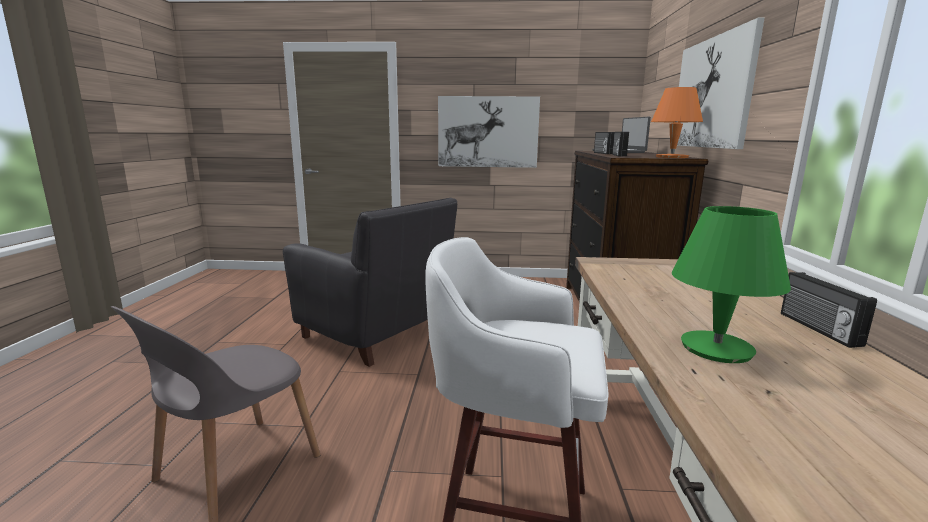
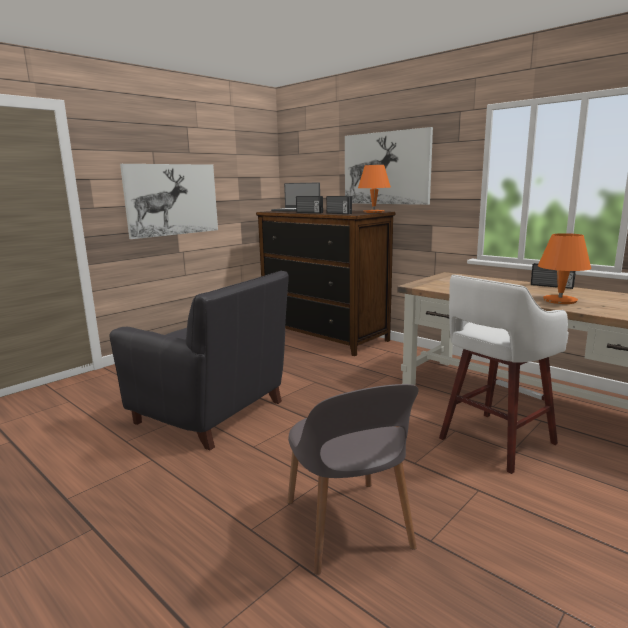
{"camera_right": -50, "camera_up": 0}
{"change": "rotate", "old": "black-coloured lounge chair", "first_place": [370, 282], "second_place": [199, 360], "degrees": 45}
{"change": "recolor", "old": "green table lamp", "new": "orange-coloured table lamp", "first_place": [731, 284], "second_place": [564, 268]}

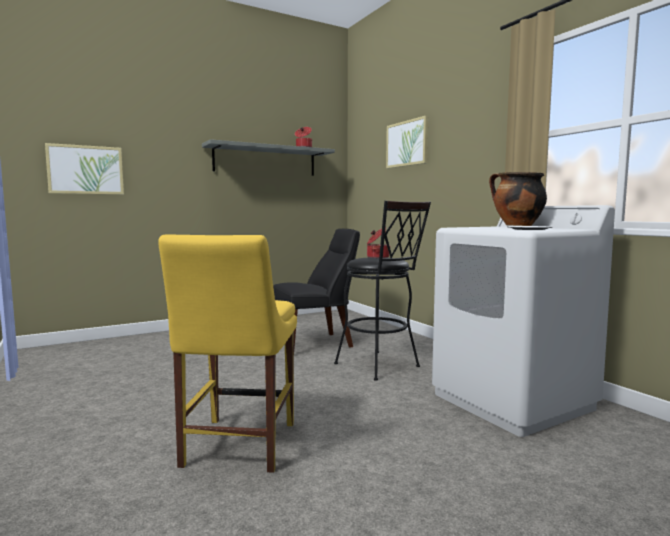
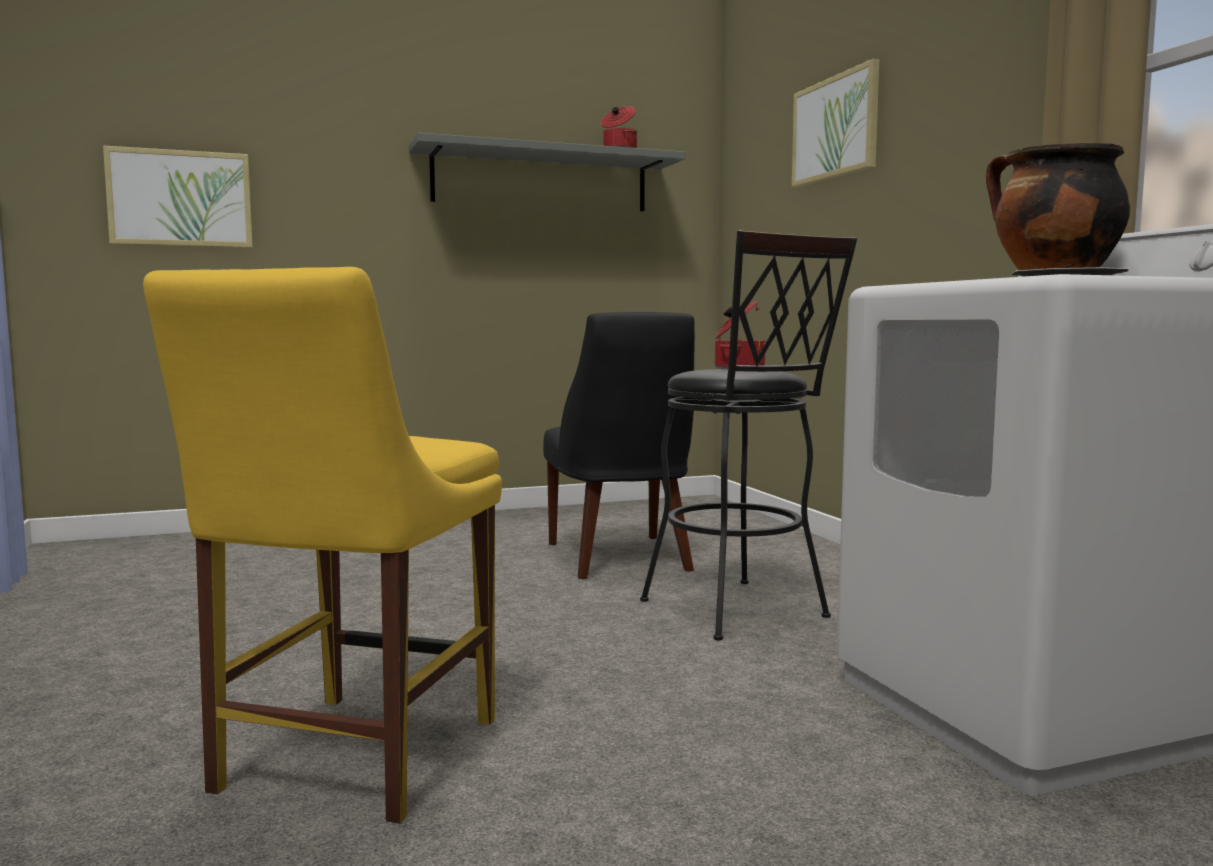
{"camera_right": 10, "camera_up": 0}
{"change": "rotate", "old": "black-coloured chair", "first_place": [316, 288], "second_place": [619, 445], "degrees": 90}

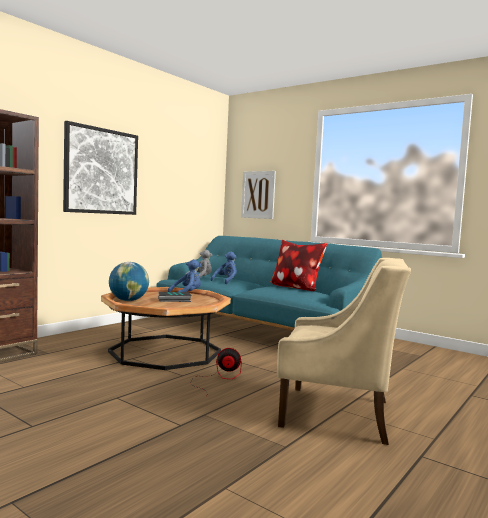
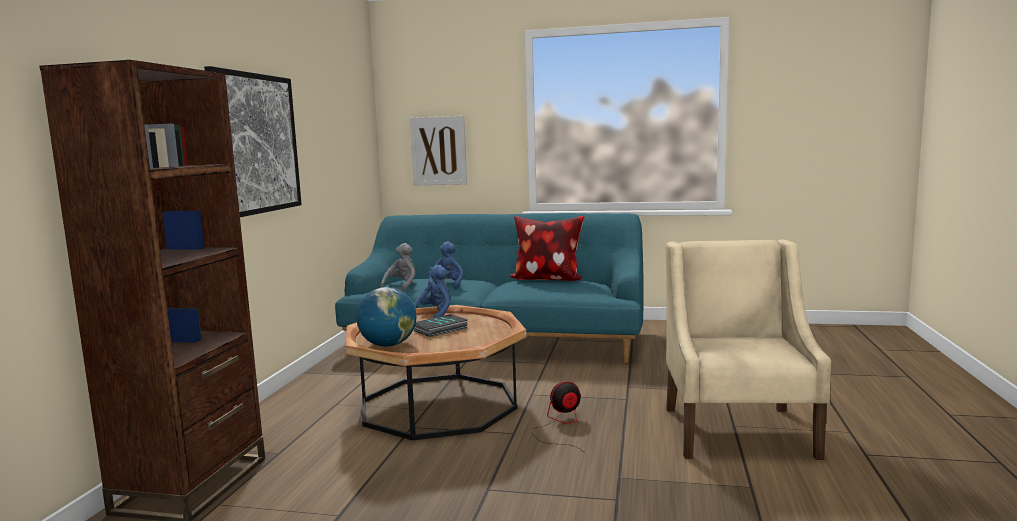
{"camera_right": -25, "camera_up": 5}
{"change": "rotate", "old": "beige-coloured lounge chair", "first_place": [344, 351], "second_place": [748, 349], "degrees": -75}

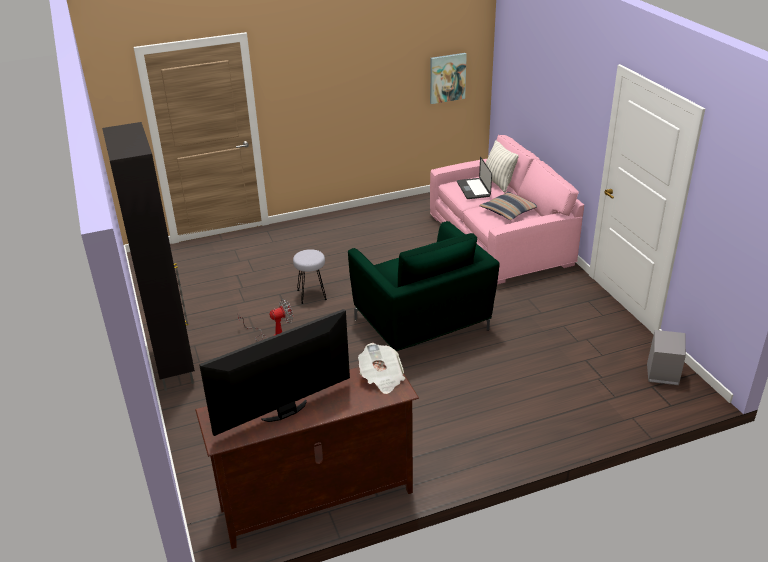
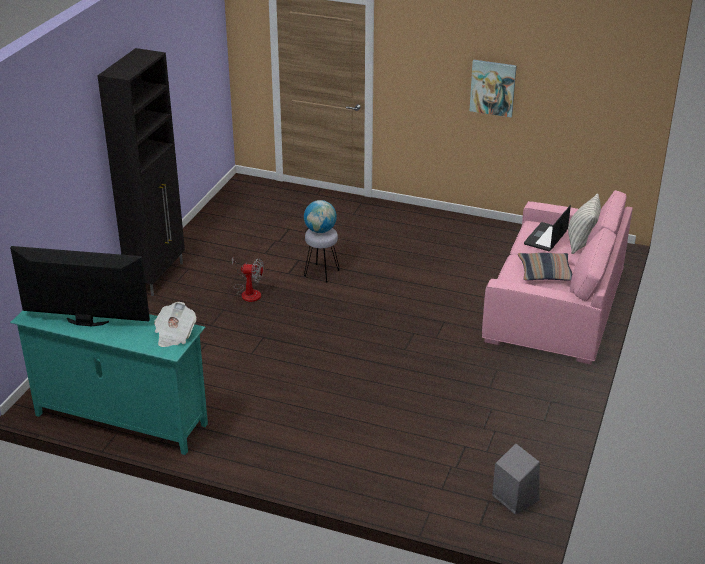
{"camera_right": 40, "camera_up": 0}
{"change": "recolor", "old": "brown tv stand", "new": "turquoise-coloured tv stand", "first_place": [307, 458], "second_place": [109, 383]}
{"change": "delete", "old": "green lounge chair", "first_place": [424, 286]}
{"change": "move", "old": "wall art", "first_place": [448, 78], "second_place": [493, 88]}
{"change": "insert", "new": "globe", "second_place": [320, 216]}

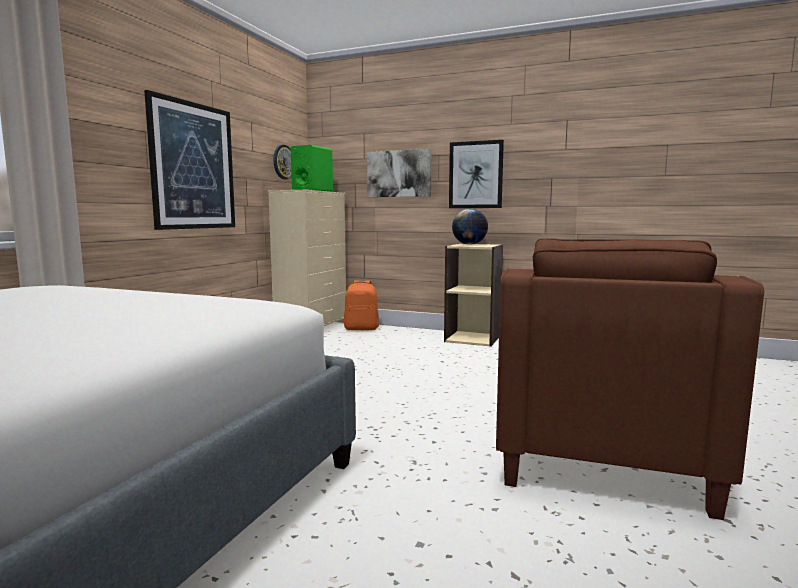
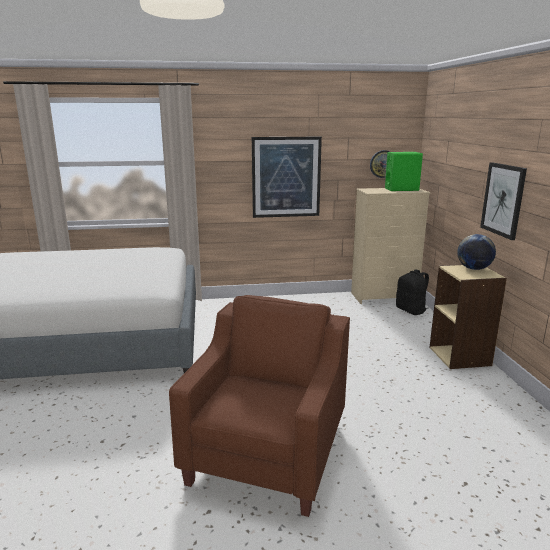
{"camera_right": 60, "camera_up": 10}
{"change": "recolor", "old": "orange-coloured rucksack", "new": "black-coloured rucksack", "first_place": [361, 305], "second_place": [412, 292]}
{"change": "delete", "old": "wall art", "first_place": [399, 173]}
{"change": "rotate", "old": "brown lounge chair", "first_place": [630, 379], "second_place": [259, 406], "degrees": 120}

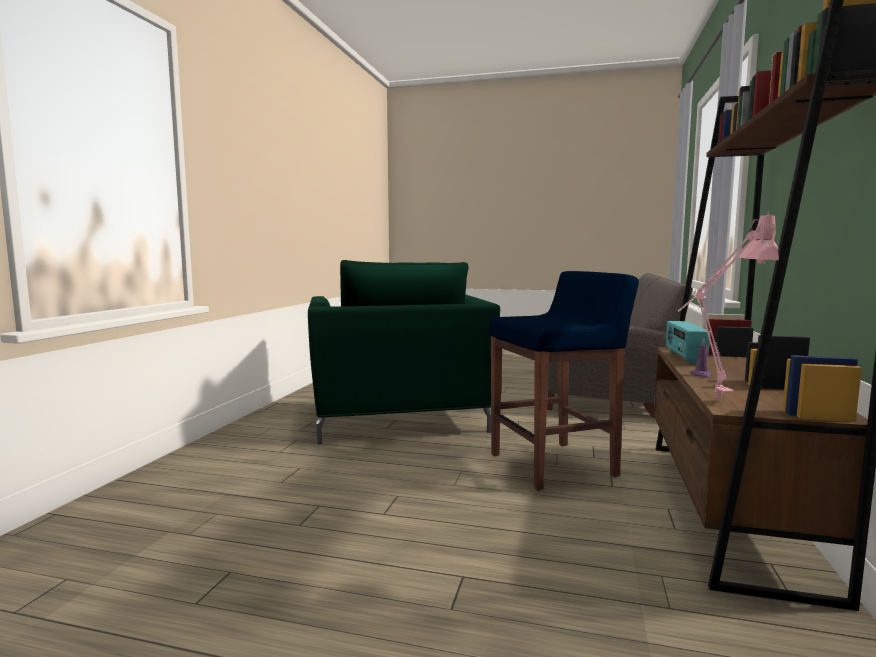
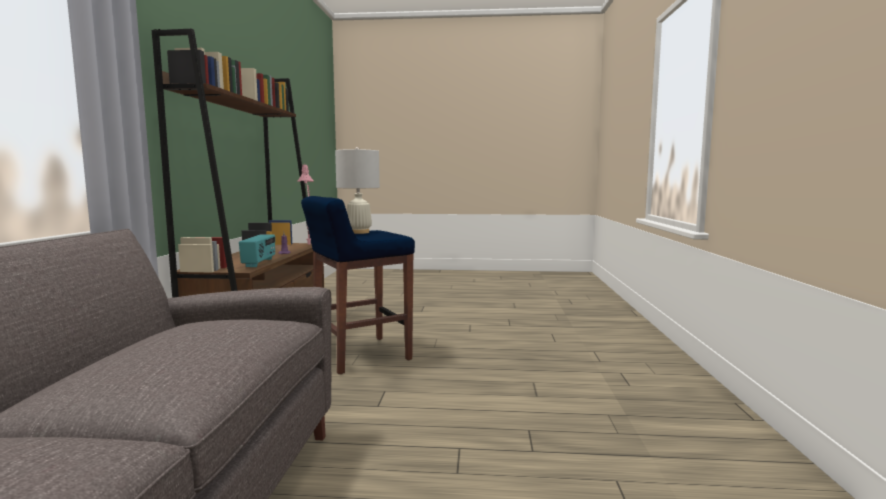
{"camera_right": 170, "camera_up": 0}
{"change": "delete", "old": "green lounge chair", "first_place": [404, 352]}
{"change": "insert", "new": "white-coloured table lamp", "second_place": [357, 190]}

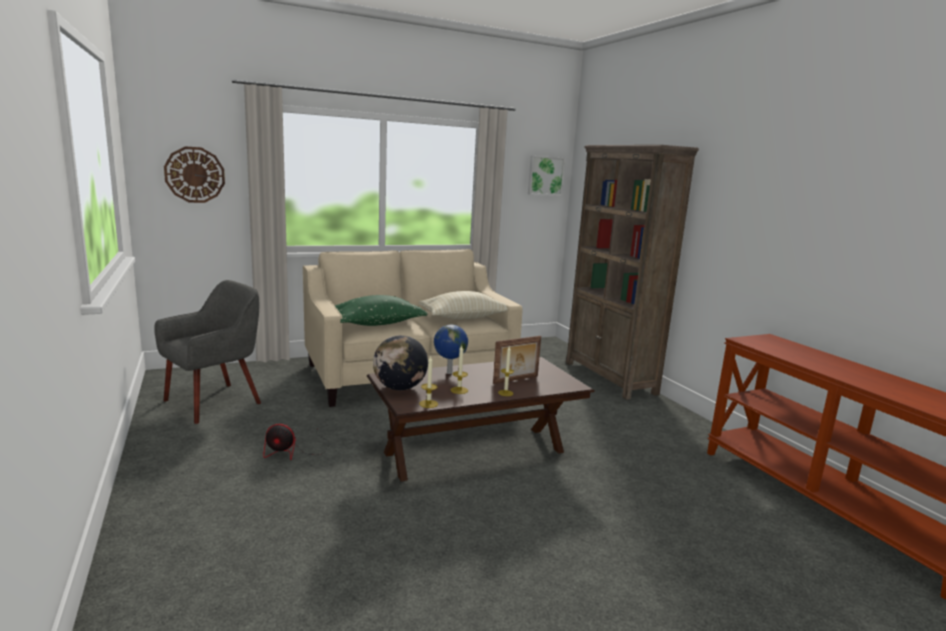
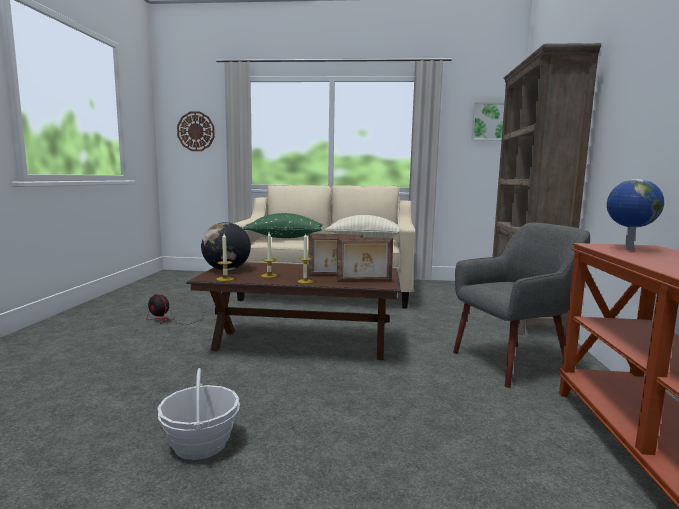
{"camera_right": 30, "camera_up": -5}
{"change": "move", "old": "gray lounge chair", "first_place": [207, 352], "second_place": [521, 305]}
{"change": "move", "old": "globe", "first_place": [451, 349], "second_place": [635, 214]}
{"change": "insert", "new": "basket", "second_place": [198, 414]}
{"change": "insert", "new": "photo frame", "second_place": [365, 259]}

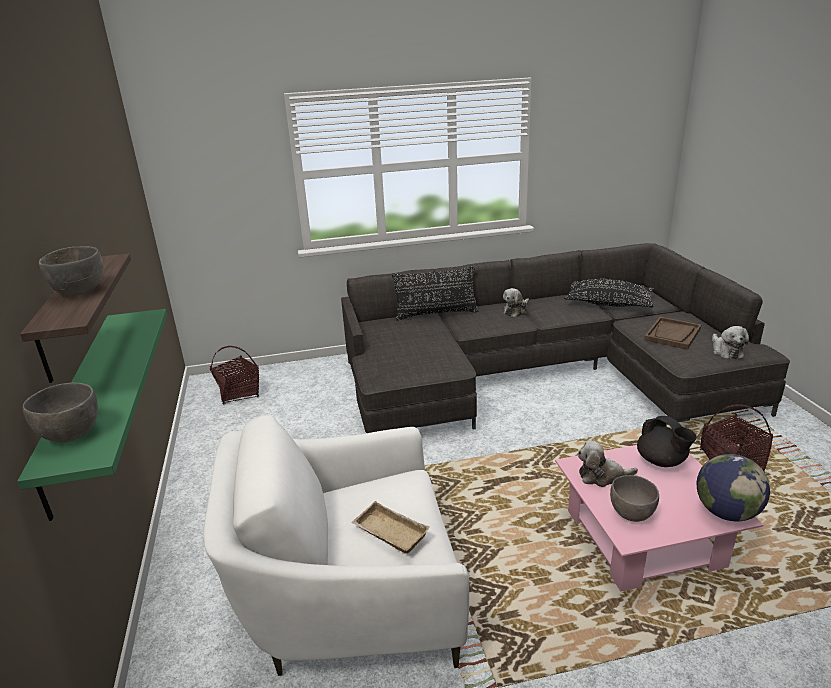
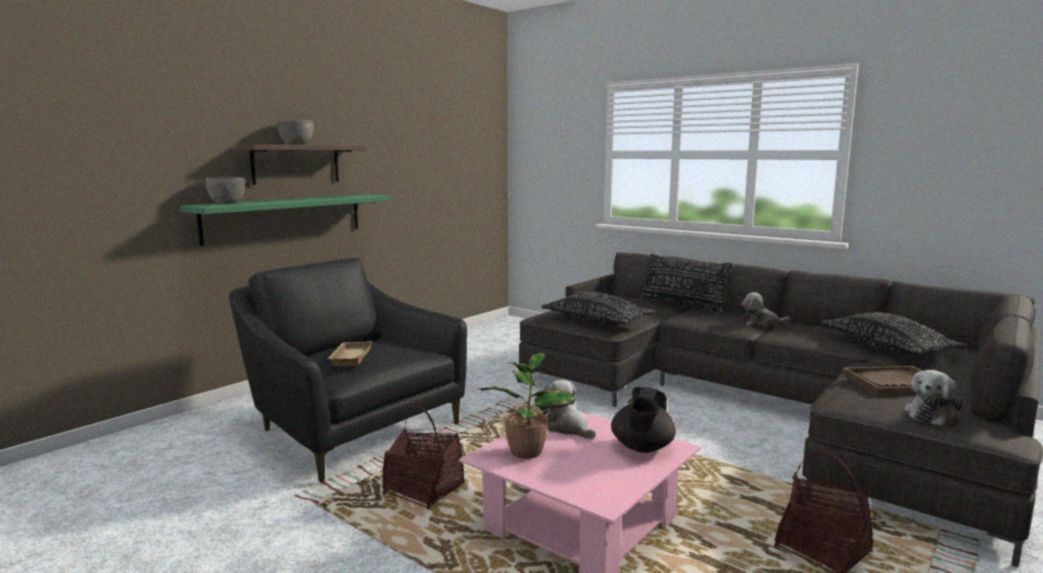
{"camera_right": 50, "camera_up": -15}
{"change": "recolor", "old": "white-coloured lounge chair", "new": "black-coloured lounge chair", "first_place": [336, 545], "second_place": [348, 370]}
{"change": "move", "old": "basket", "first_place": [234, 375], "second_place": [423, 457]}
{"change": "replace", "old": "gray bowl", "new": "potted plant", "first_place": [634, 498], "second_place": [527, 406]}
{"change": "delete", "old": "globe", "first_place": [733, 488]}
{"change": "insert", "new": "black-coloured throw pillow", "second_place": [598, 308]}

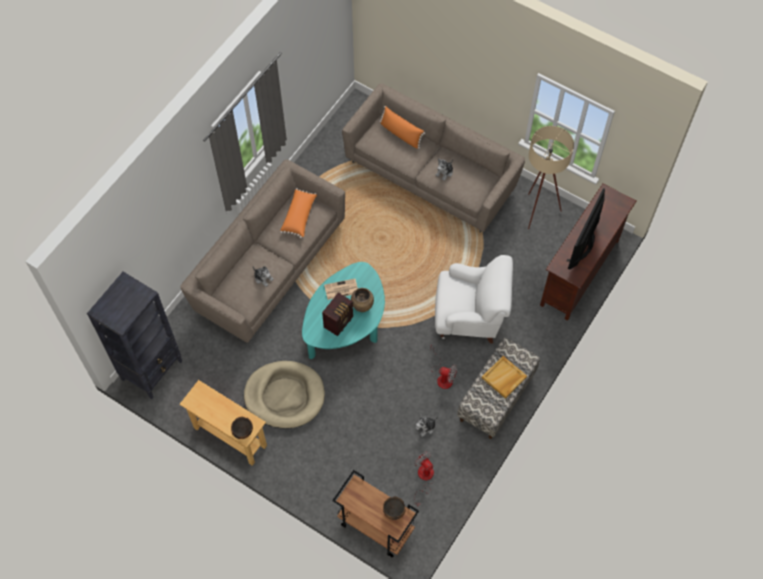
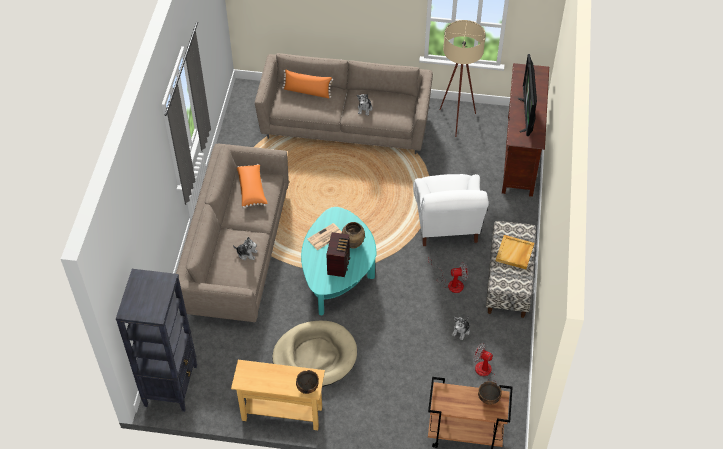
{"camera_right": -25, "camera_up": -10}
{"change": "rotate", "old": "white-coloured lounge chair", "first_place": [474, 299], "second_place": [451, 210], "degrees": 105}

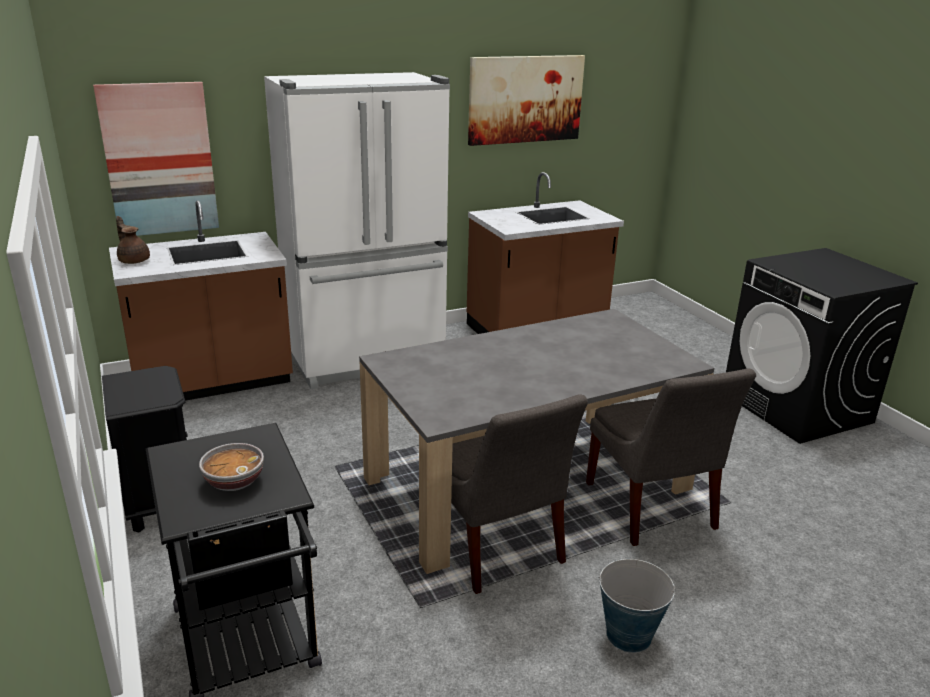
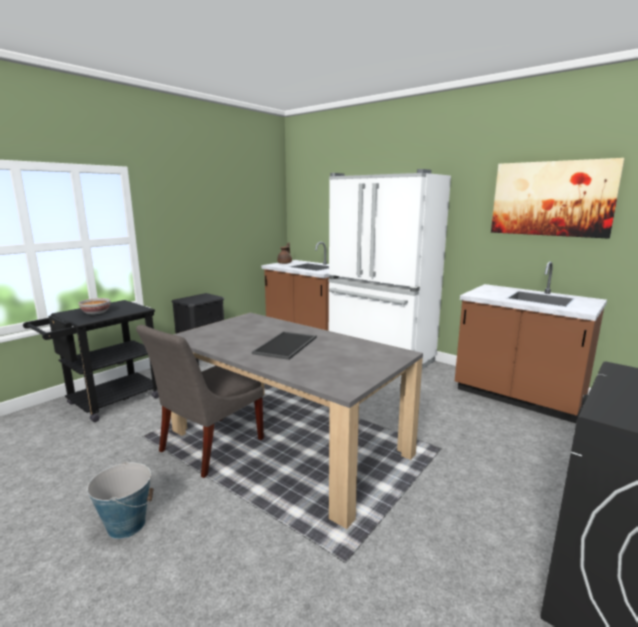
{"camera_right": 65, "camera_up": -10}
{"change": "delete", "old": "wall art", "first_place": [156, 159]}
{"change": "delete", "old": "gray chair", "first_place": [671, 457]}
{"change": "insert", "new": "carrying tray", "second_place": [284, 345]}

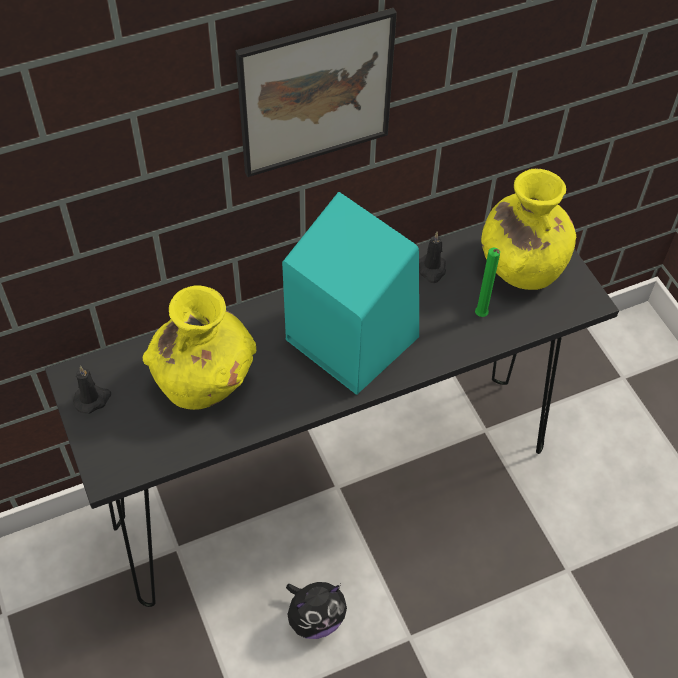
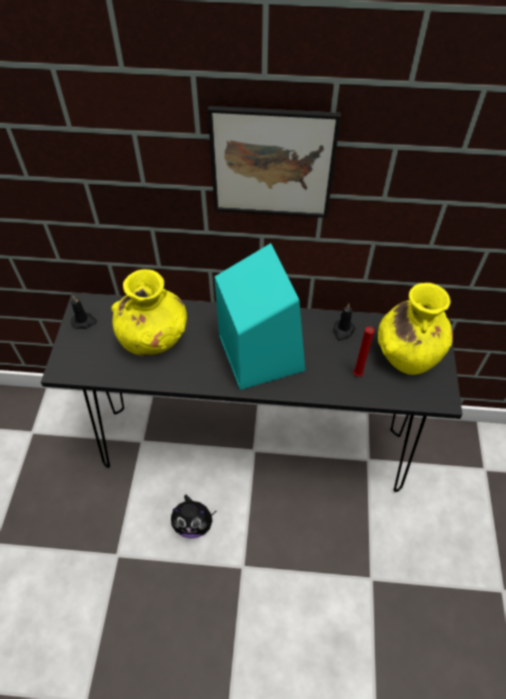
{"camera_right": 30, "camera_up": 0}
{"change": "recolor", "old": "green candle", "new": "red candle", "first_place": [487, 282], "second_place": [363, 351]}

